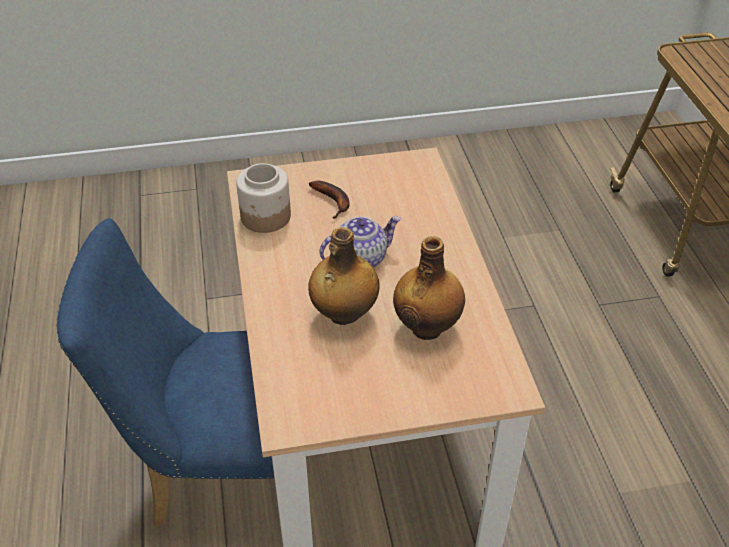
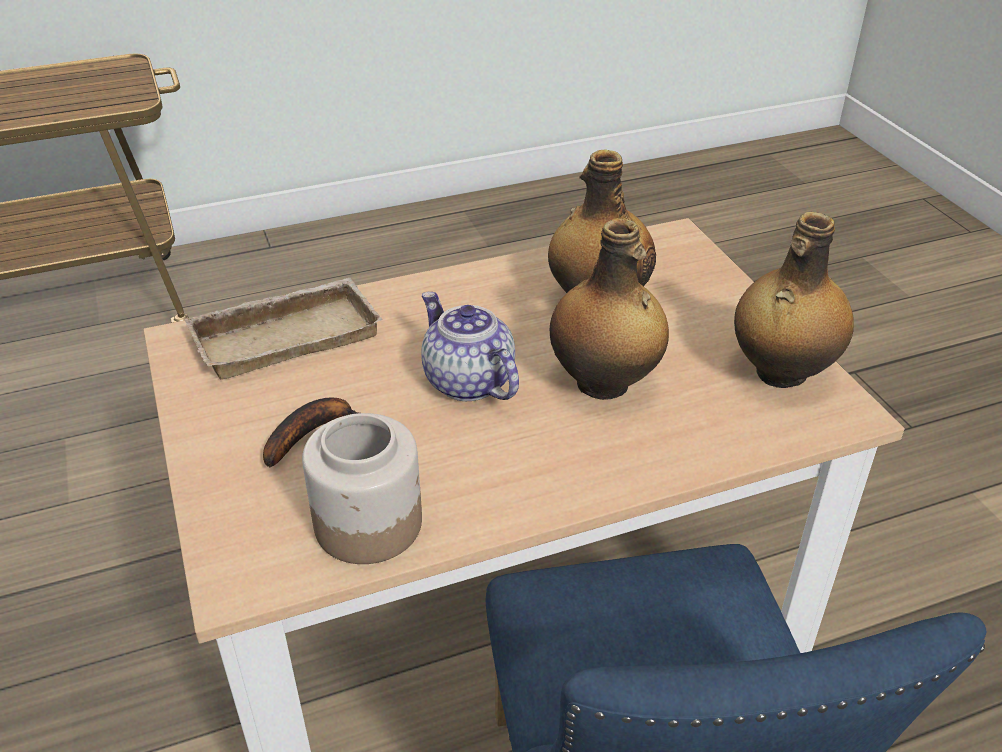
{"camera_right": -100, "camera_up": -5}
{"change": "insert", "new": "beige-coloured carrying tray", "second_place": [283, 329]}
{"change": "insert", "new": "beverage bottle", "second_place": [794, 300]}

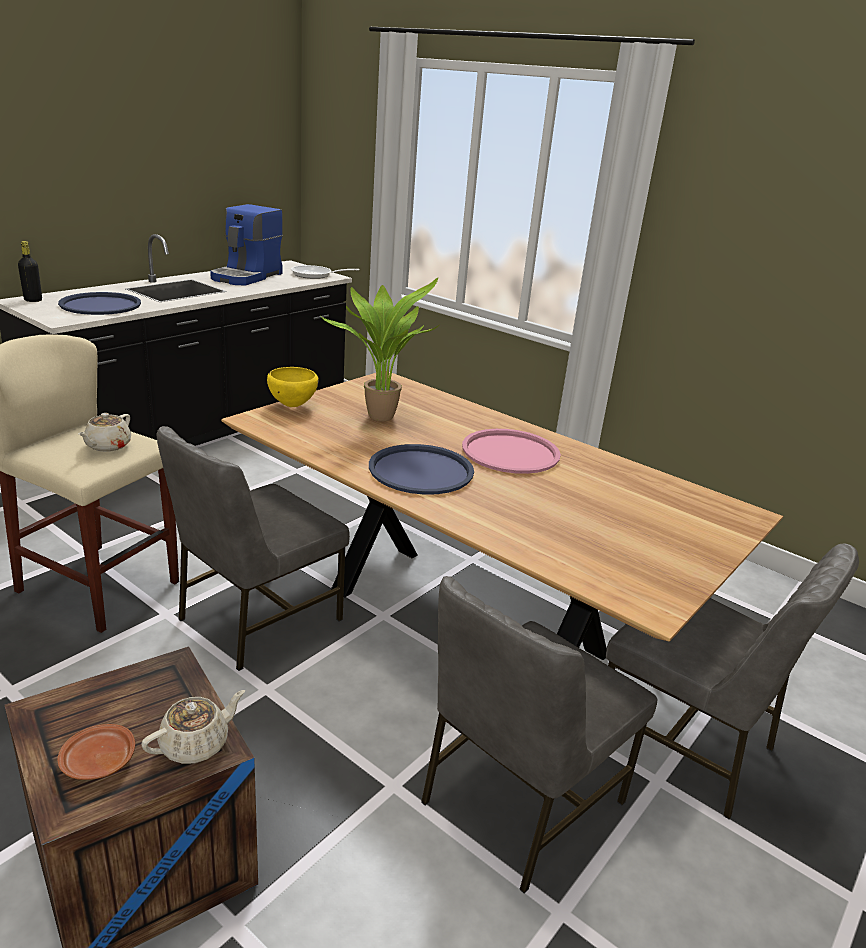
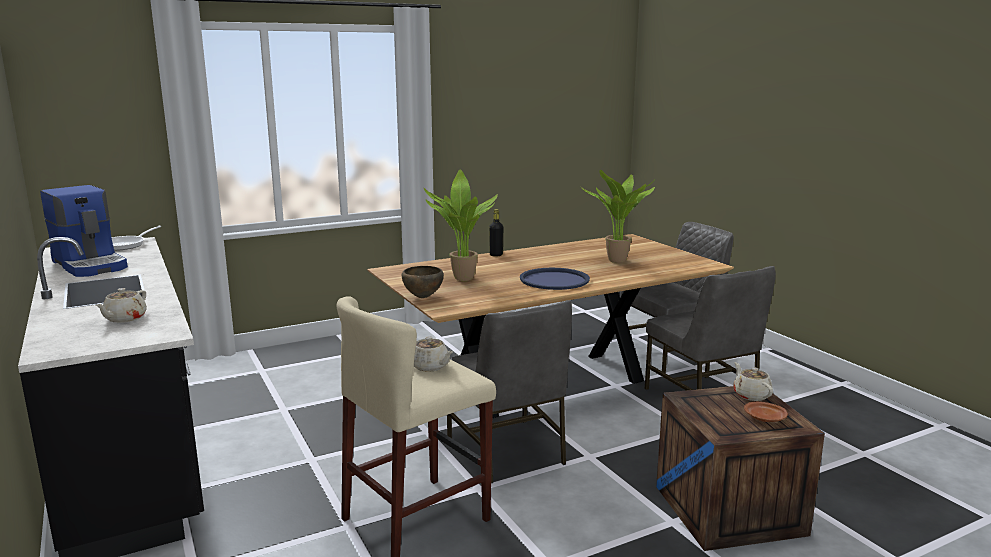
{"camera_right": -65, "camera_up": -10}
{"change": "move", "old": "black-coloured beverage bottle", "first_place": [30, 271], "second_place": [496, 233]}
{"change": "replace", "old": "bluish carrying tray", "new": "beige-coloured tea pot", "first_place": [99, 303], "second_place": [121, 305]}
{"change": "recolor", "old": "yellowish bowl", "new": "brown bowl", "first_place": [293, 387], "second_place": [423, 282]}
{"change": "delete", "old": "pink-coloured carrying tray", "first_place": [511, 451]}
{"change": "insert", "new": "potted plant", "second_place": [617, 216]}

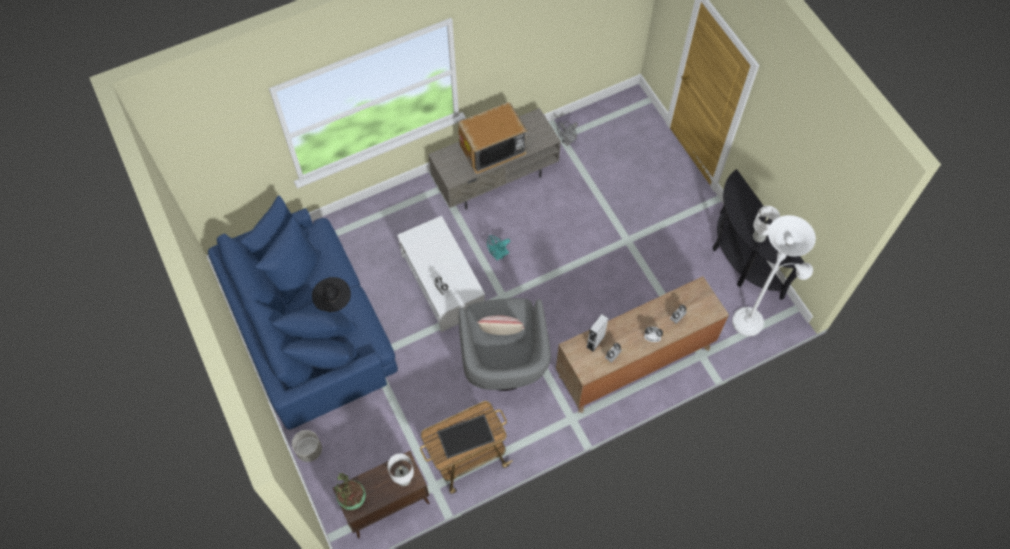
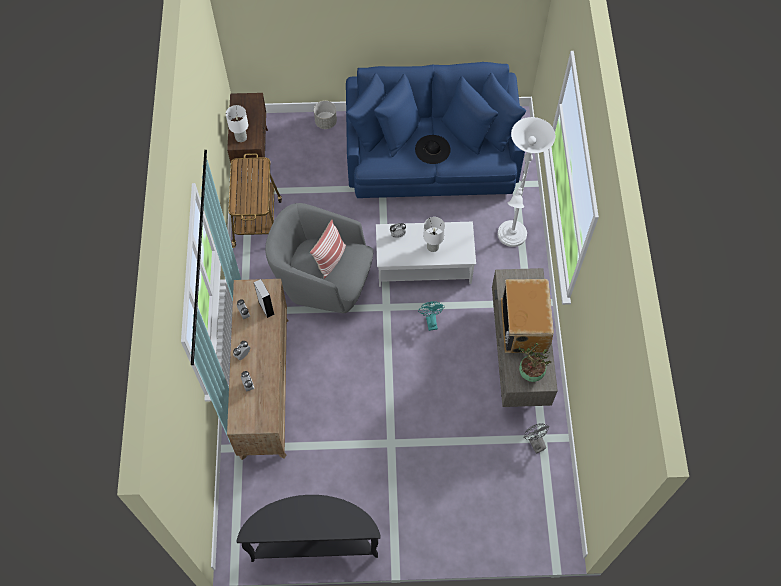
{"camera_right": 115, "camera_up": 0}
{"change": "move", "old": "potted plant", "first_place": [350, 491], "second_place": [535, 362]}
{"change": "delete", "old": "carrying tray", "first_place": [466, 436]}
{"change": "move", "old": "white-coloured standard lamp", "first_place": [774, 275], "second_place": [526, 182]}
{"change": "move", "old": "white-coloured table lamp", "first_place": [766, 224], "second_place": [434, 234]}

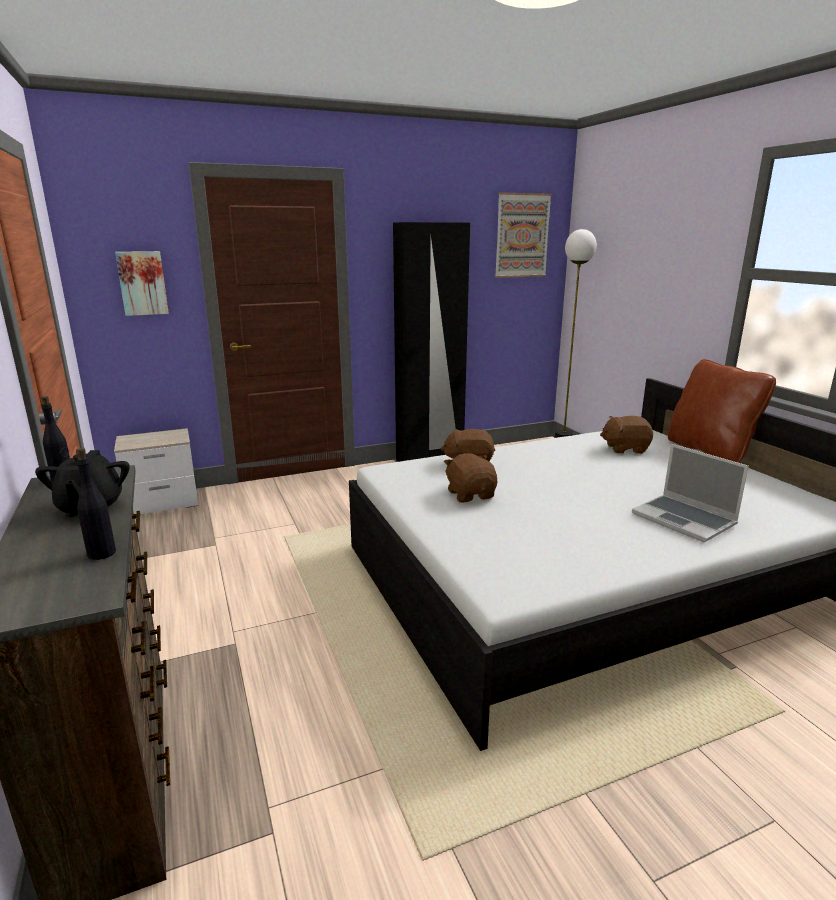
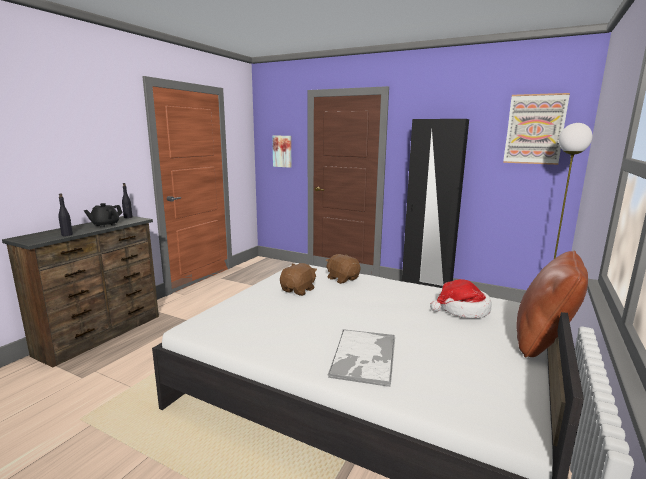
{"camera_right": 50, "camera_up": -5}
{"change": "delete", "old": "nightstand", "first_place": [156, 471]}
{"change": "replace", "old": "brown plush toy", "new": "wearable hat", "first_place": [626, 435], "second_place": [461, 298]}
{"change": "replace", "old": "portable computer", "new": "carrying tray", "first_place": [690, 493], "second_place": [361, 358]}

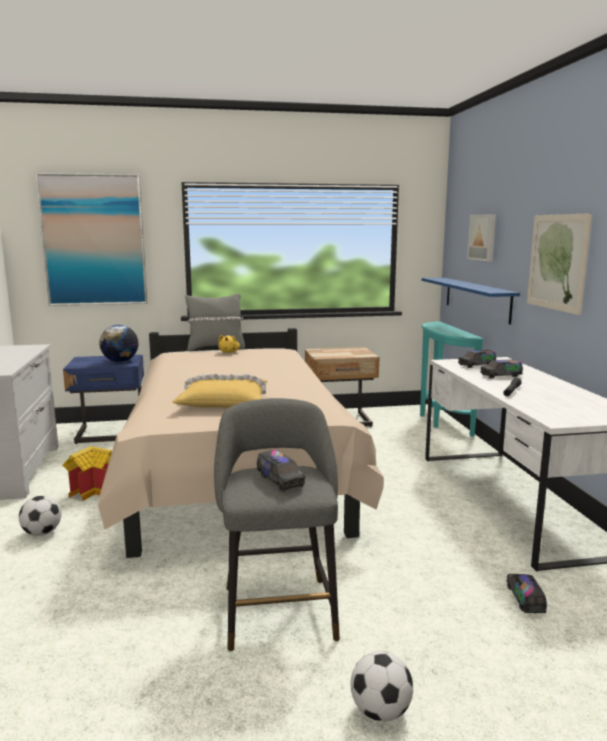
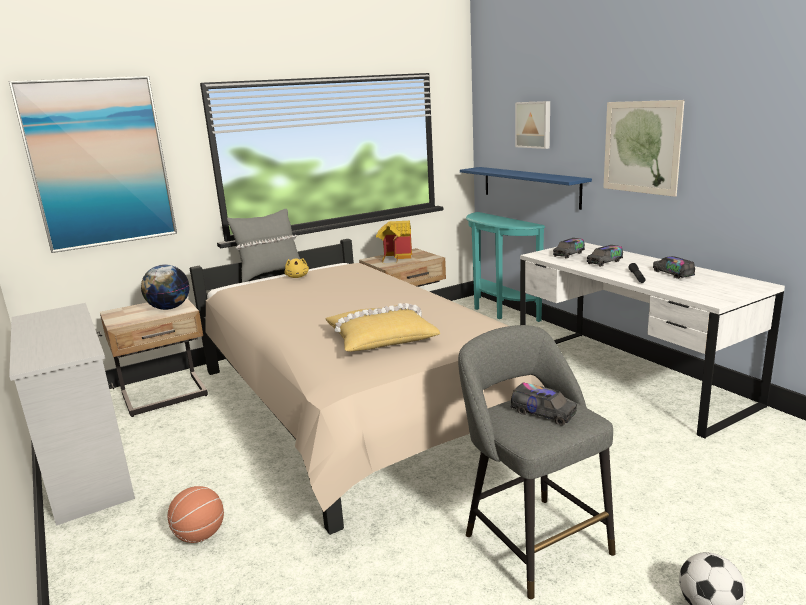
{"camera_right": -20, "camera_up": 5}
{"change": "replace", "old": "ball for football", "new": "basketball ball", "first_place": [40, 516], "second_place": [196, 514]}
{"change": "move", "old": "toy house", "first_place": [87, 473], "second_place": [394, 242]}
{"change": "recolor", "old": "bluish nightstand", "new": "beige-coloured nightstand", "first_place": [103, 399], "second_place": [154, 357]}
{"change": "move", "old": "toy lorry", "first_place": [526, 593], "second_place": [674, 267]}

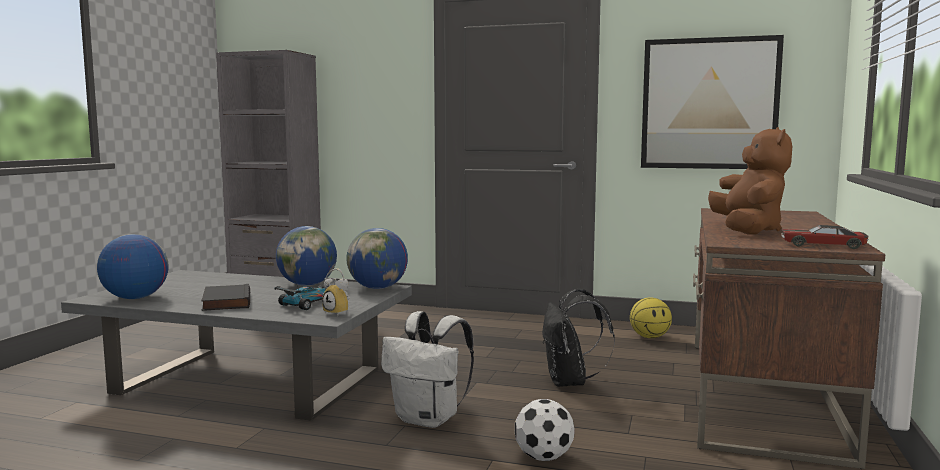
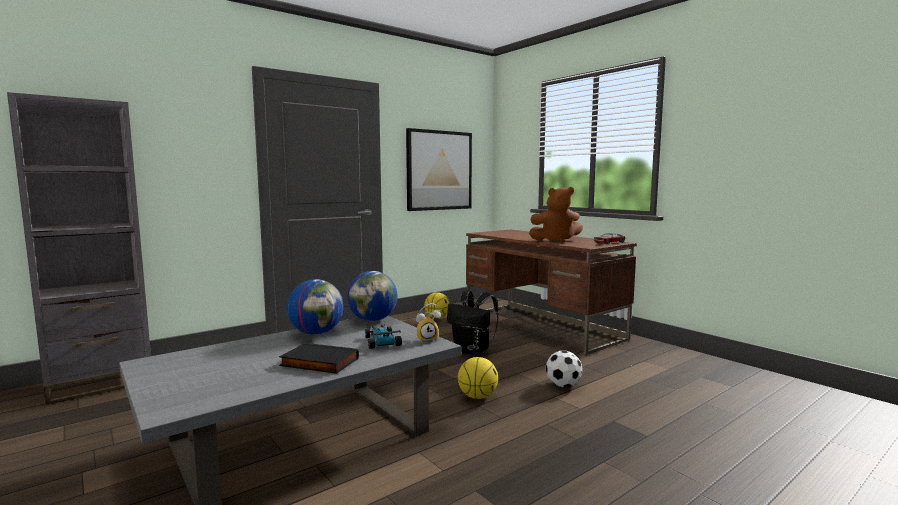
{"camera_right": -55, "camera_up": 0}
{"change": "delete", "old": "globe", "first_place": [133, 266]}
{"change": "replace", "old": "white-coloured rucksack", "new": "basketball ball", "first_place": [427, 369], "second_place": [478, 378]}
{"change": "rotate", "old": "brown plush toy", "first_place": [750, 181], "second_place": [556, 215], "degrees": 135}

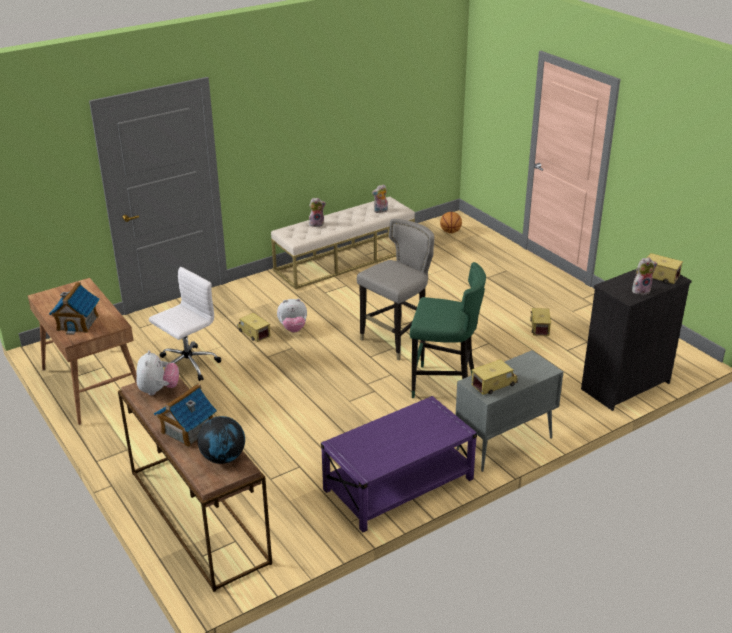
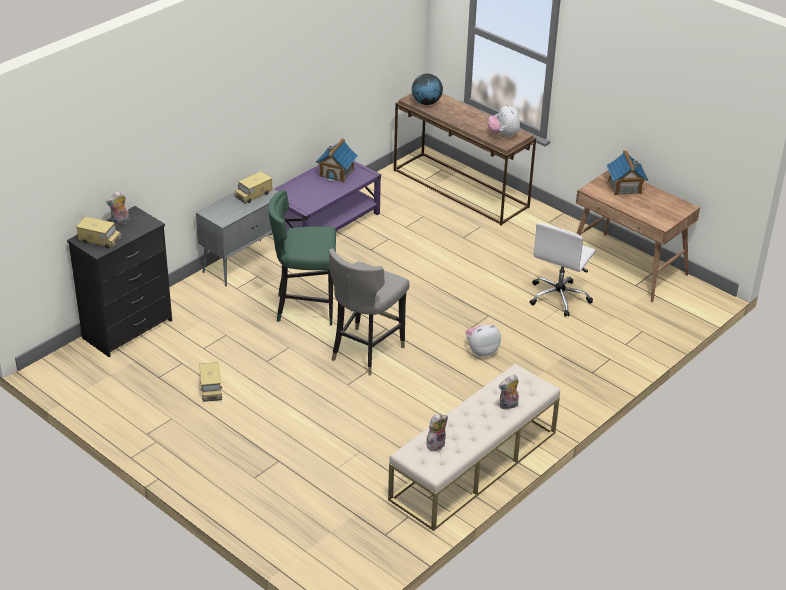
{"camera_right": 165, "camera_up": 5}
{"change": "move", "old": "toy house", "first_place": [185, 415], "second_place": [337, 160]}
{"change": "delete", "old": "toy lorry", "first_place": [253, 327]}
{"change": "delete", "old": "basketball ball", "first_place": [451, 222]}

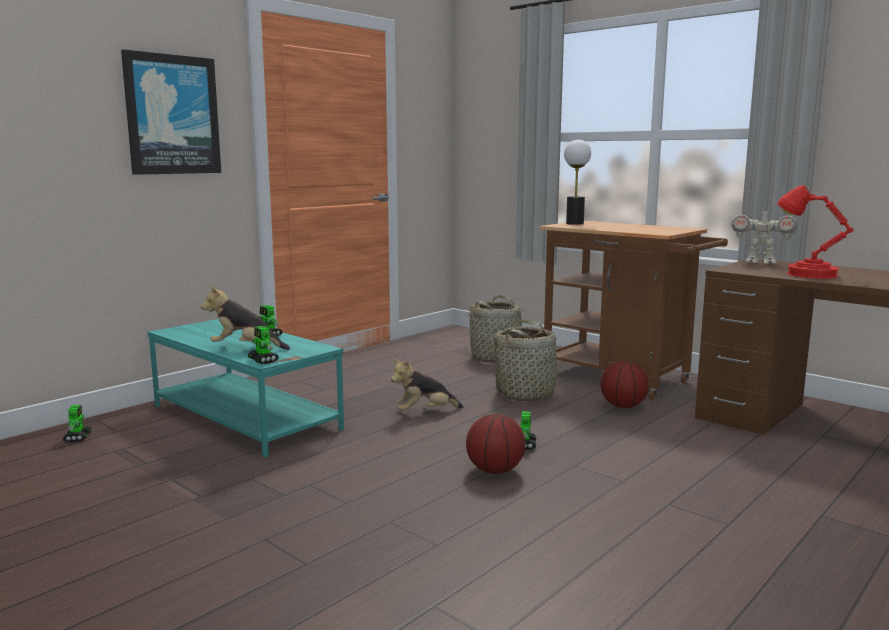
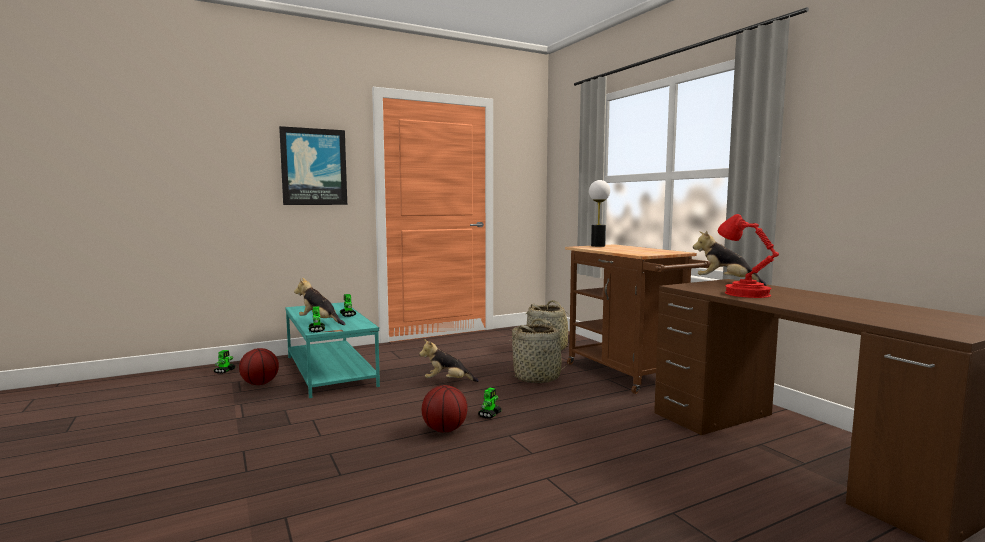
{"camera_right": 20, "camera_up": -5}
{"change": "move", "old": "basketball ball", "first_place": [625, 384], "second_place": [259, 366]}
{"change": "replace", "old": "toy robot", "new": "plush toy", "first_place": [764, 235], "second_place": [730, 258]}

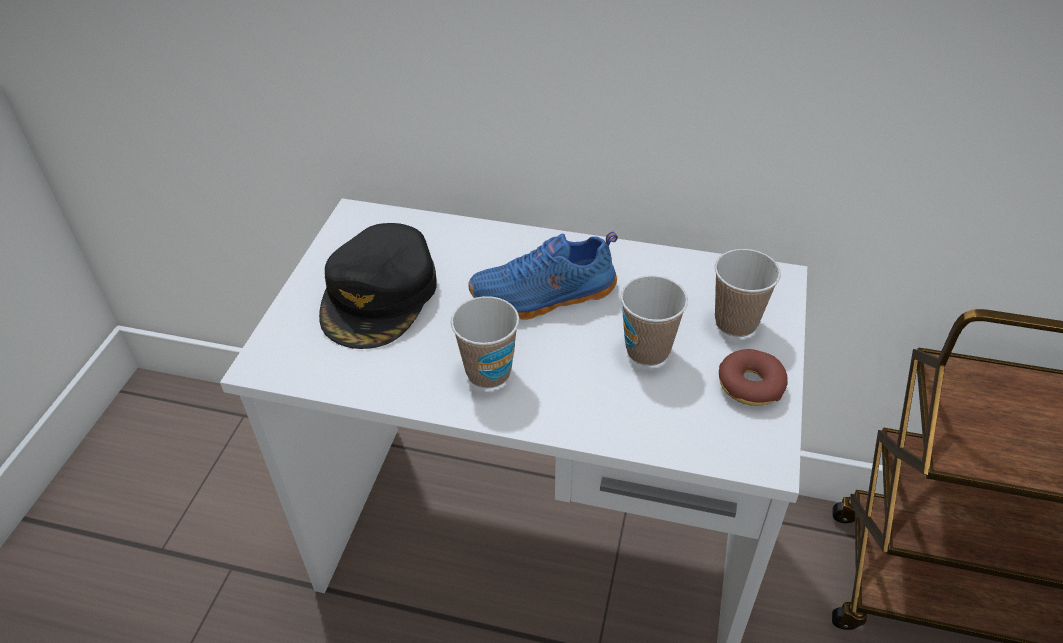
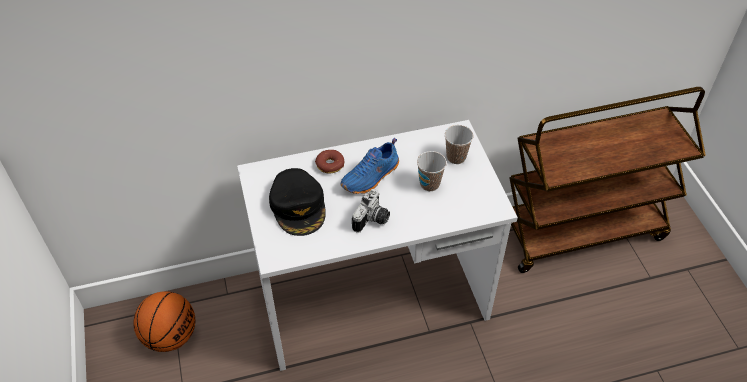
{"camera_right": -30, "camera_up": 5}
{"change": "replace", "old": "small cup", "new": "photo camera", "first_place": [485, 342], "second_place": [371, 211]}
{"change": "move", "old": "donut", "first_place": [753, 377], "second_place": [329, 161]}
{"change": "insert", "new": "basketball ball", "second_place": [164, 321]}

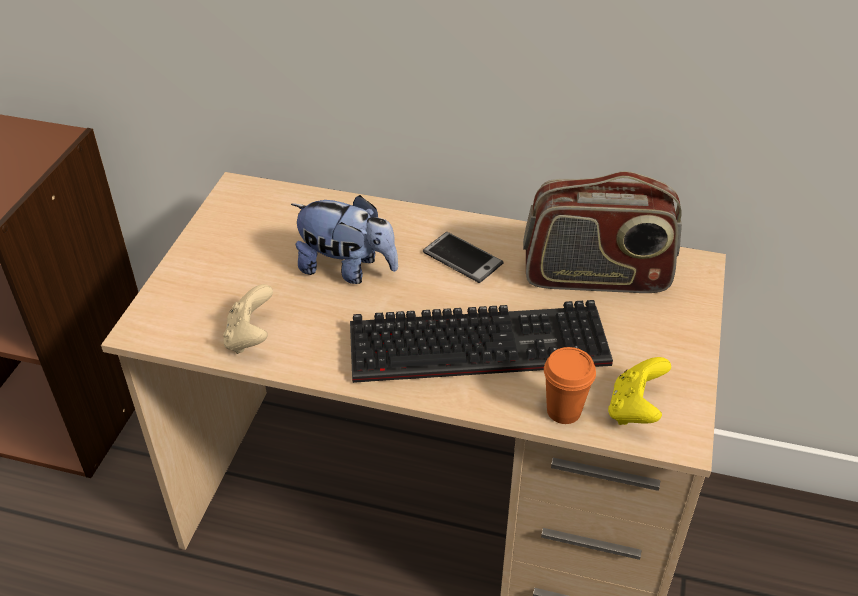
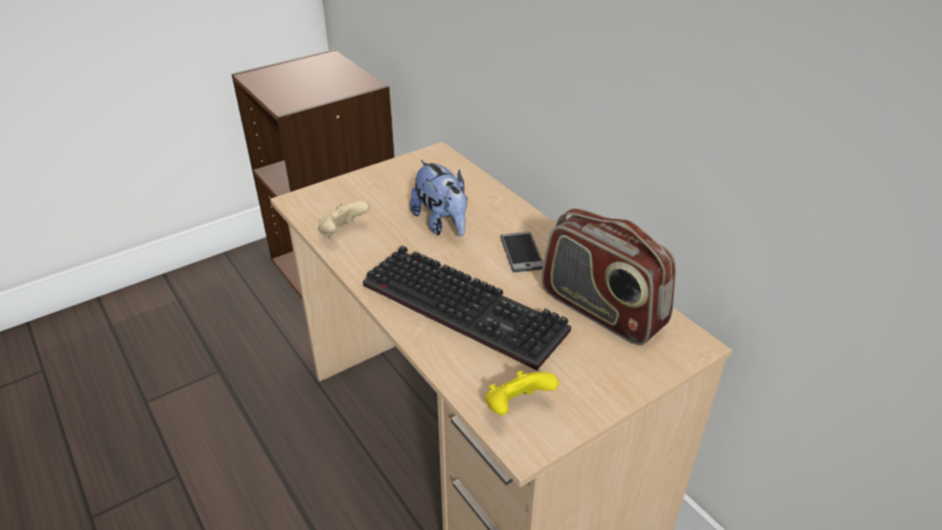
{"camera_right": 40, "camera_up": -5}
{"change": "delete", "old": "orange-coloured small cup", "first_place": [570, 385]}

